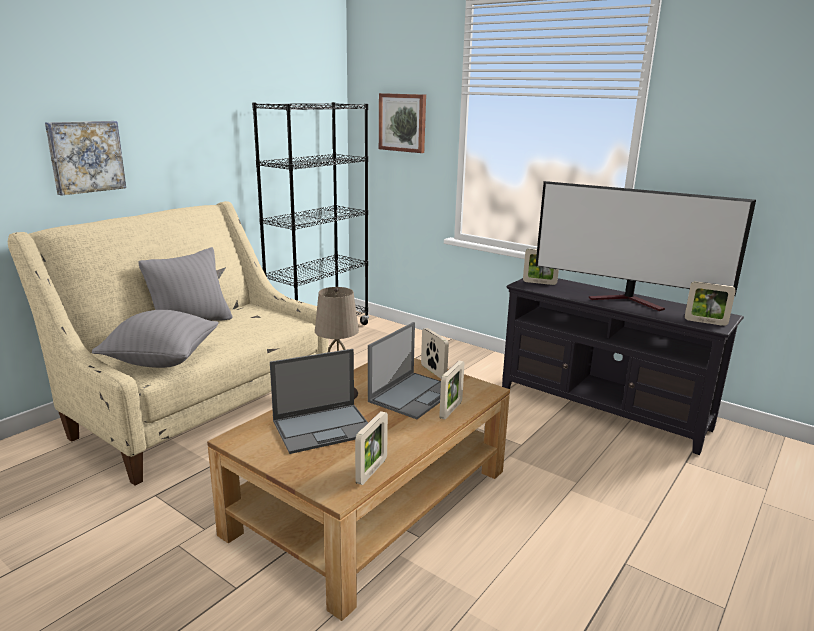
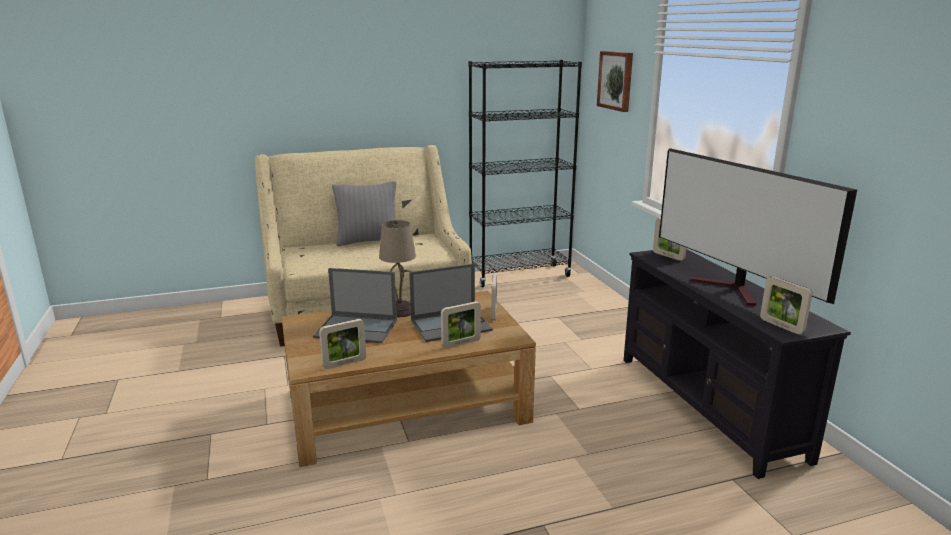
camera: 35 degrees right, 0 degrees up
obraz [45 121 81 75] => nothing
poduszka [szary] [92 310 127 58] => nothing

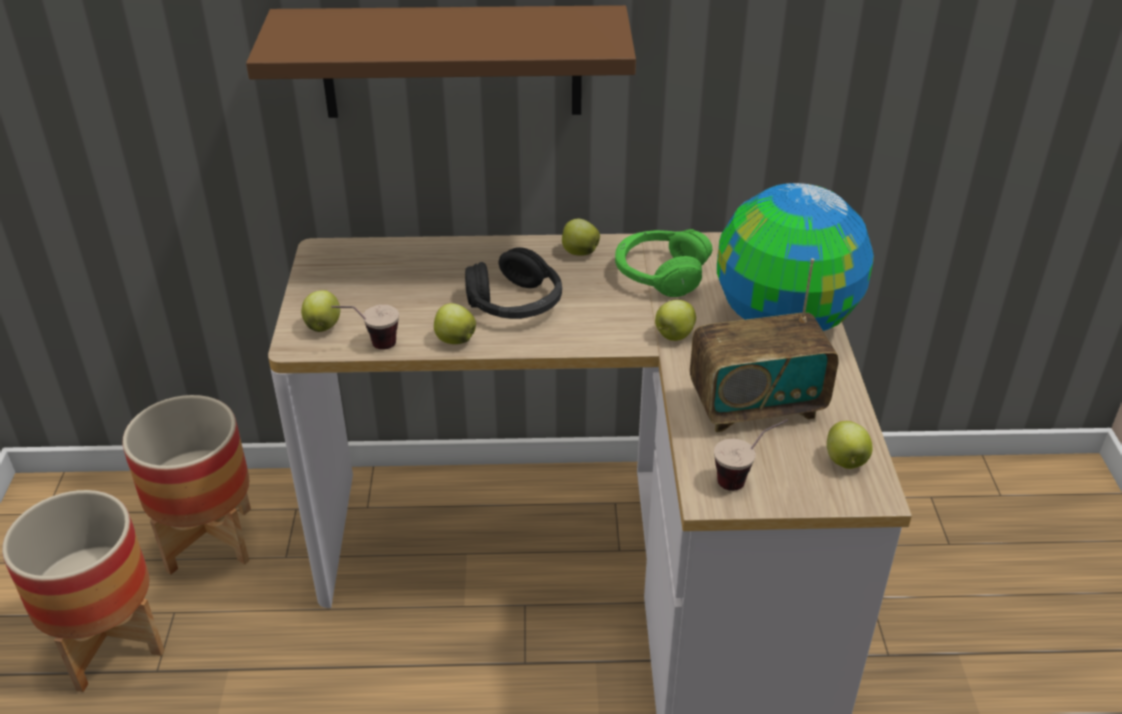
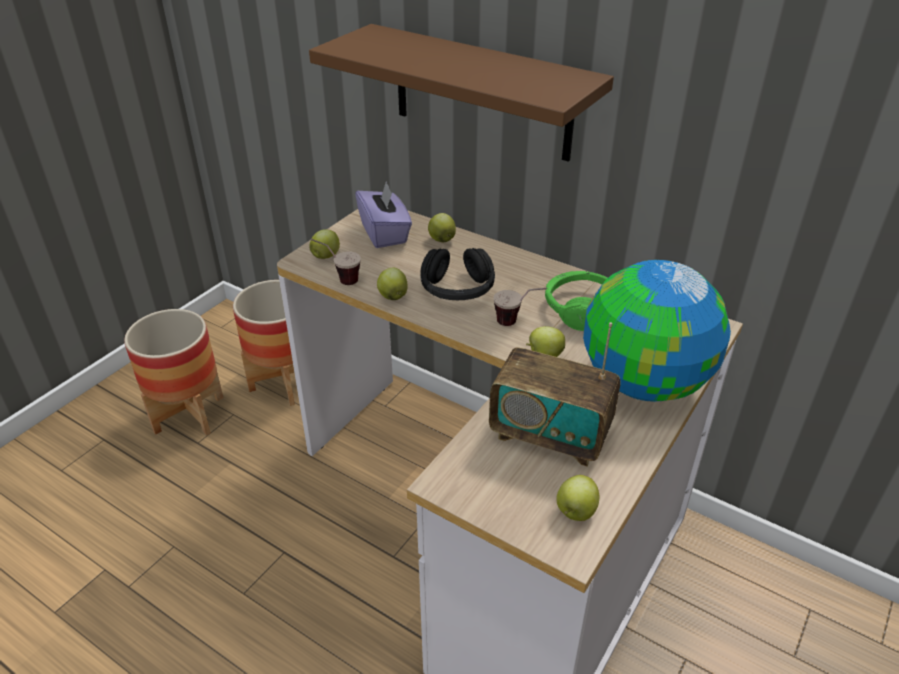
camera: 35 degrees right, 0 degrees up
jabłko [562 219 38 37] => jabłko [428 213 28 29], moved
filiżanka [714 419 74 72] => filiżanka [493 288 54 38], moved
nothing => pudełko chusteczek [fioletowy] [355 181 57 67]

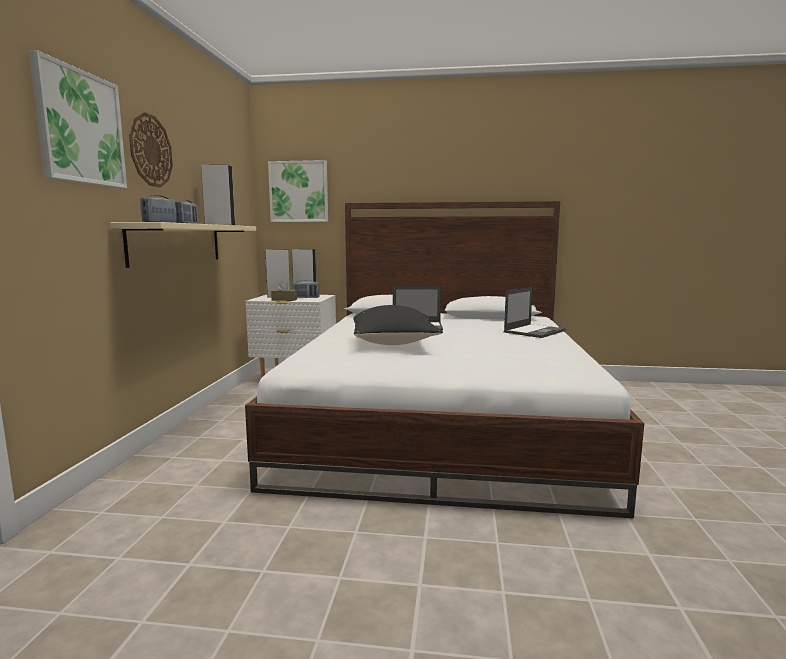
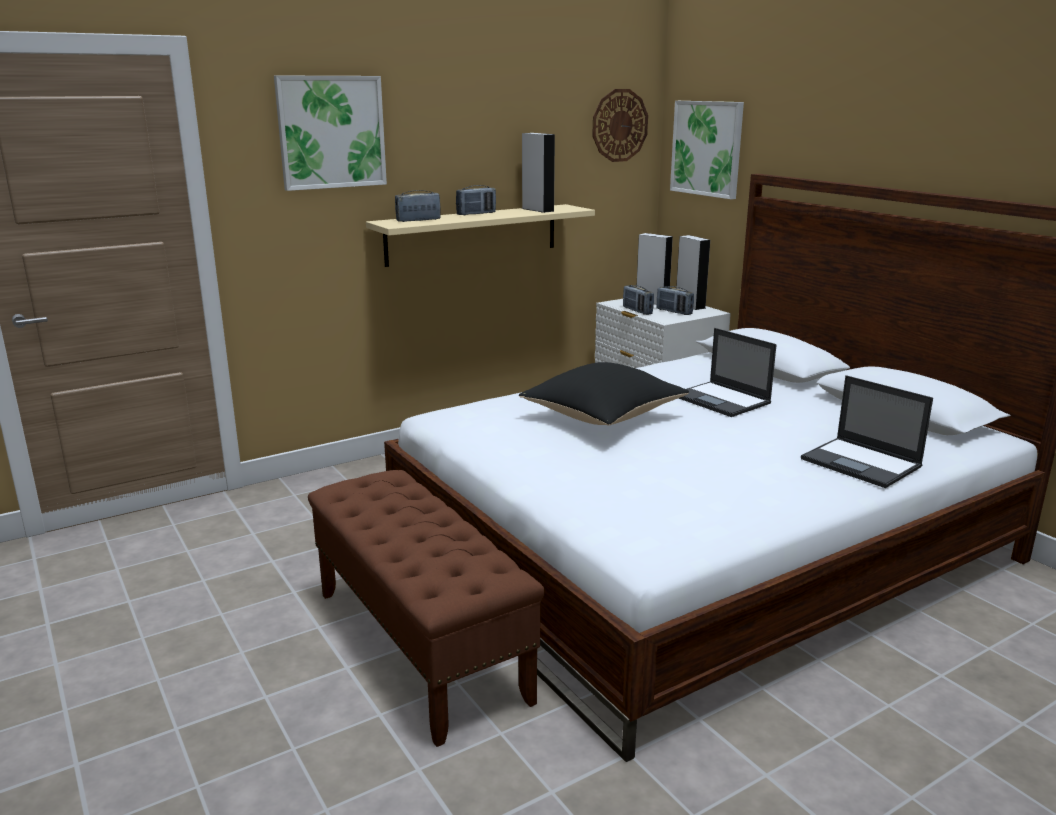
camera: 50 degrees right, 10 degrees up
zegar ścienny [129 112 44 75] => zegar ścienny [592 89 56 73], moved
pudełko chusteczek [brązowy] [271 281 26 20] => radio [623 285 31 30]
laptop [504 287 62 51] => laptop [801 375 132 113], 45 degrees clockwise
nothing => ławka [brązowy] [308 470 236 277]

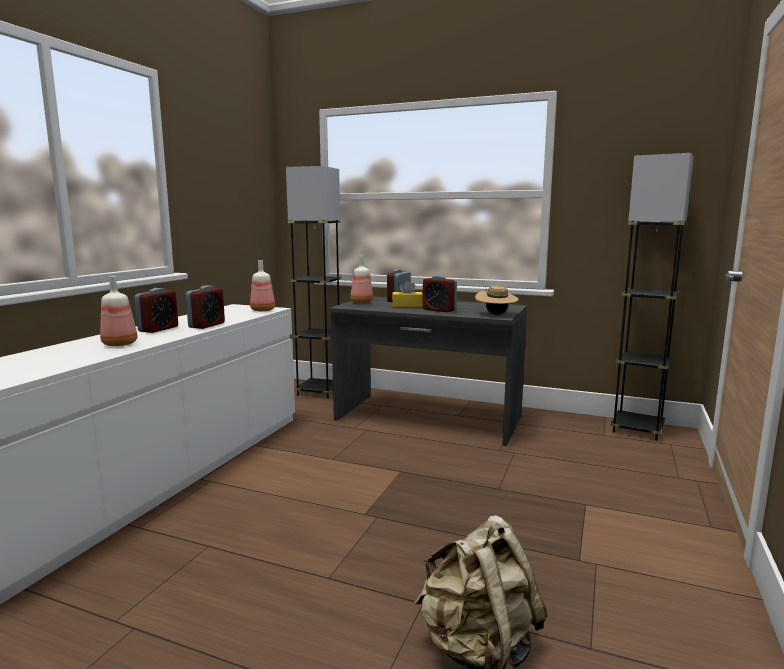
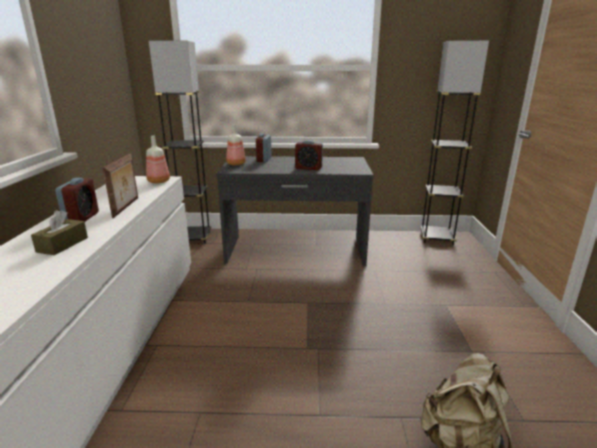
camera: 20 degrees left, 10 degrees up
butelka [100 276 37 70] => pudełko chusteczek [brązowy] [31 210 57 45]
pudełko chusteczek [żółty] [392 281 31 26] => nothing
budzik [186 285 39 44] => ramka na zdjęcie [103 154 35 64]
kapelusz [beżowy] [475 286 44 29] => nothing

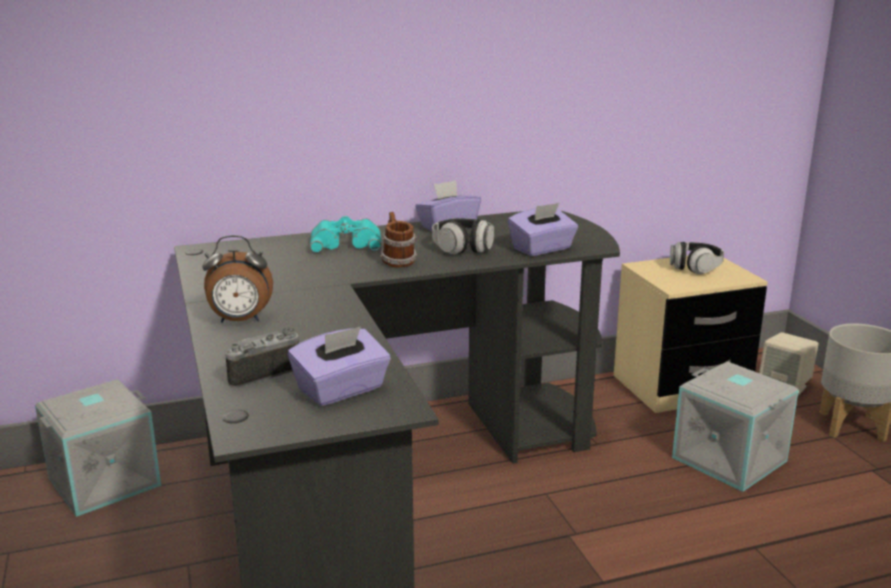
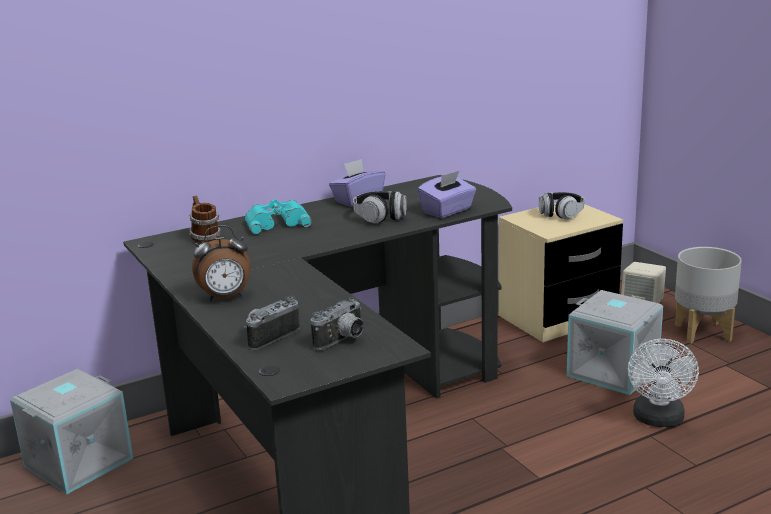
camera: 10 degrees left, 0 degrees up
kubek [380 212 37 56] => kubek [189 196 32 47], moved
pudełko chusteczek [fioletowy] [288 326 103 80] => aparat fotograficzny [311 297 53 53]
nothing => wentylator [biały] [628 339 71 88]

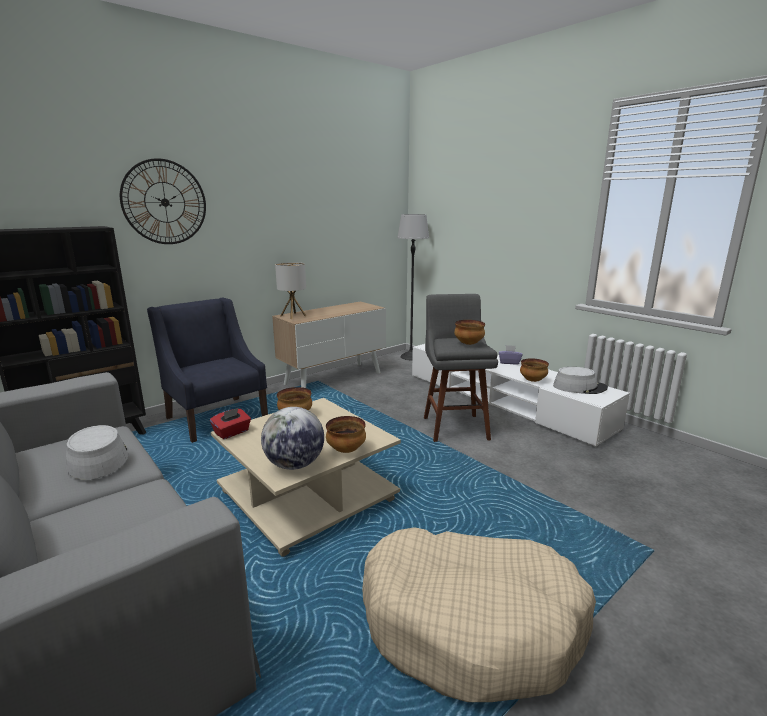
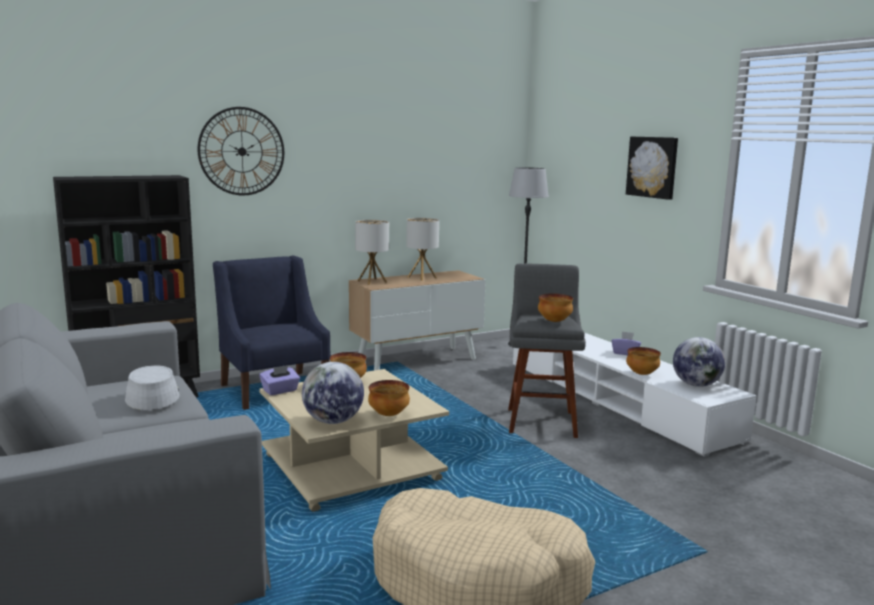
camera: 10 degrees right, 5 degrees down
kapelusz [szary] [553 367 55 27] => globus [673 337 52 50]
pudełko chusteczek [czerwony] [210 408 41 31] => pudełko chusteczek [fioletowy] [259 365 41 30]
nothing => obraz [626 137 52 63]
nothing => lampa stołowa [406 218 33 63]

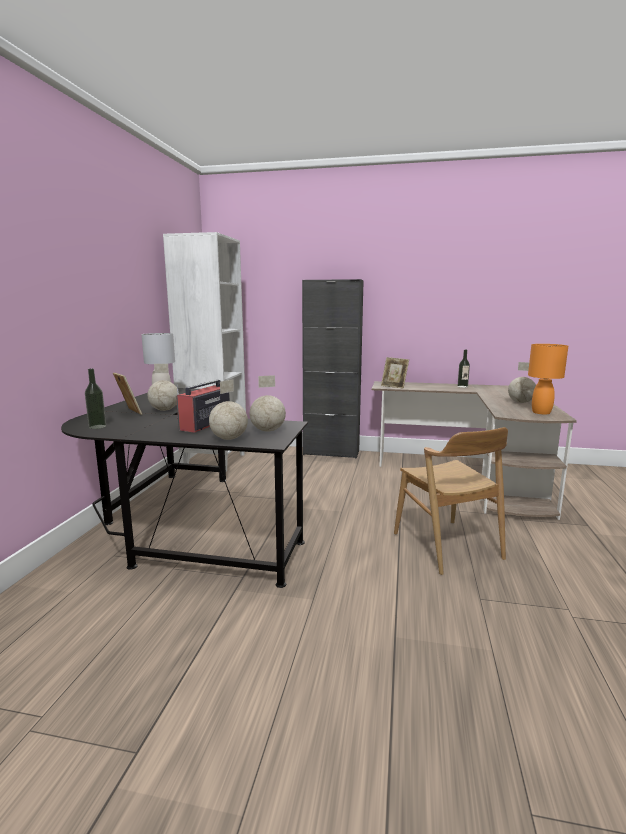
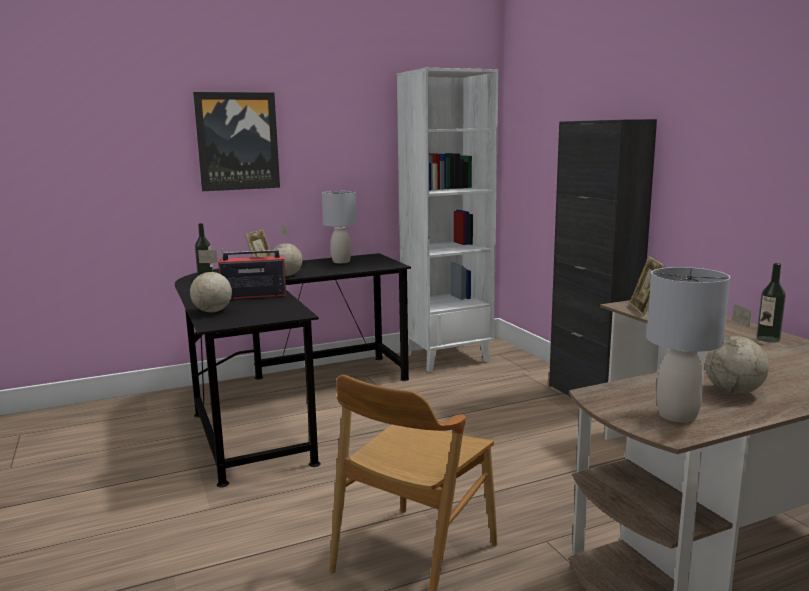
camera: 55 degrees right, 0 degrees up
lampa stołowa [pomarańczowy] [528 344 40 71] => lampa stołowa [szary] [646 267 84 156]
globus [249 375 37 57] => nothing
nothing => obraz [193 92 87 99]

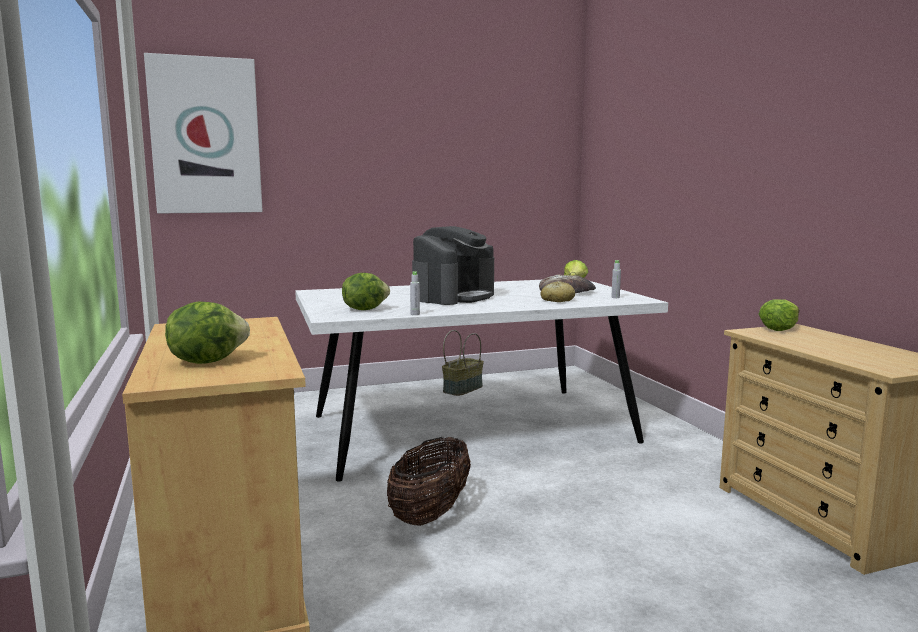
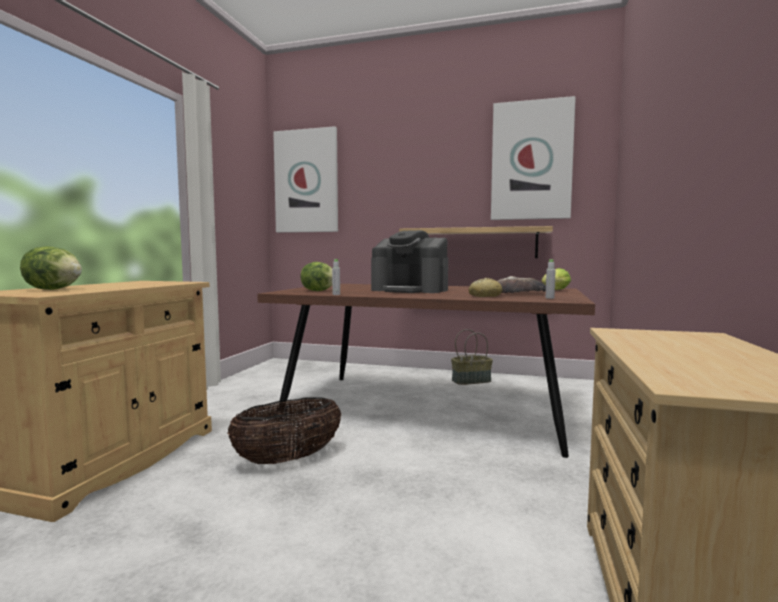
camera: 35 degrees right, 5 degrees down
ekspres do kawy [412 226 82 79] => ekspres do kawy [371 230 77 63], 45 degrees clockwise
stół jadalny [biały] [295 280 373 202] => stół jadalny [brązowy] [257 284 338 174]
sałata [759 299 40 32] => nothing
nothing => obraz [491 96 85 124]
nothing => półka [399 226 154 32]

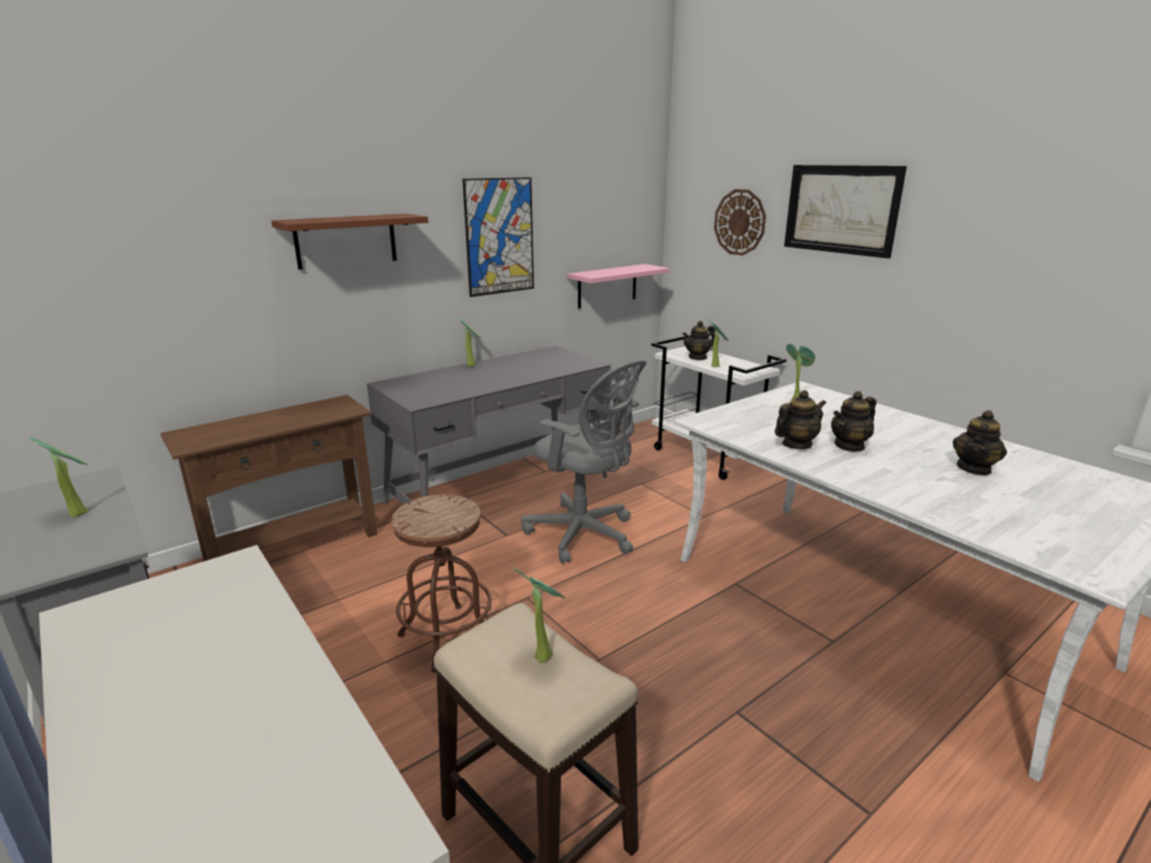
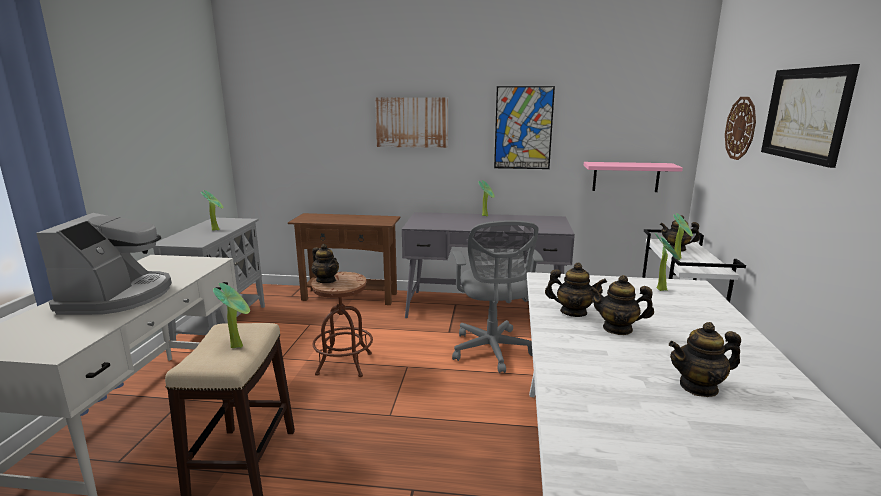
camera: 45 degrees right, 5 degrees down
półka [brązowy] [271 214 157 56] => obraz [375 97 73 51]
nothing => ekspres do kawy [36 213 136 102]
nothing => imbryk [312 244 27 39]

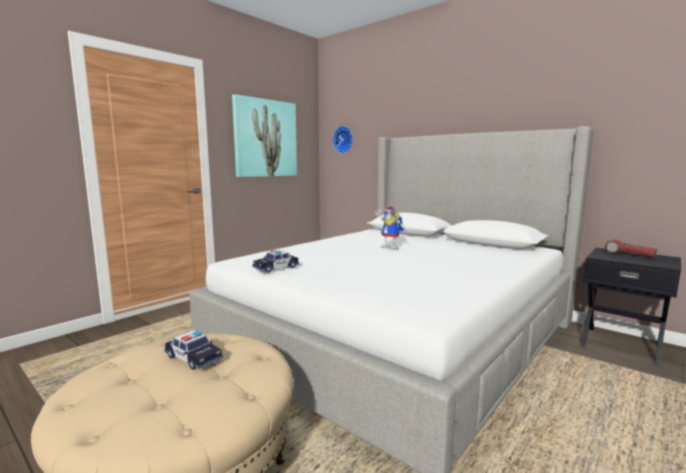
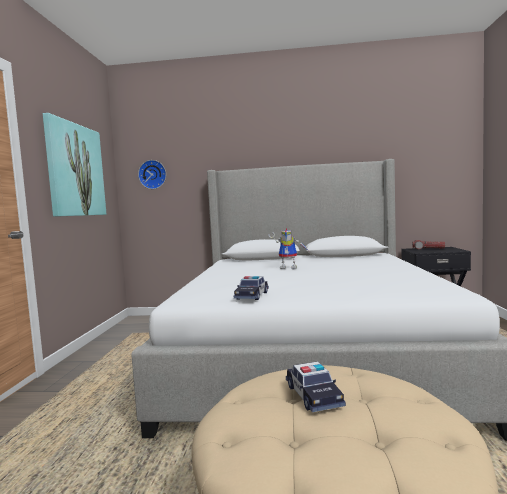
camera: 35 degrees left, 5 degrees down
samochodzik [164 330 59 40] => samochodzik [286 361 60 51], 75 degrees clockwise

